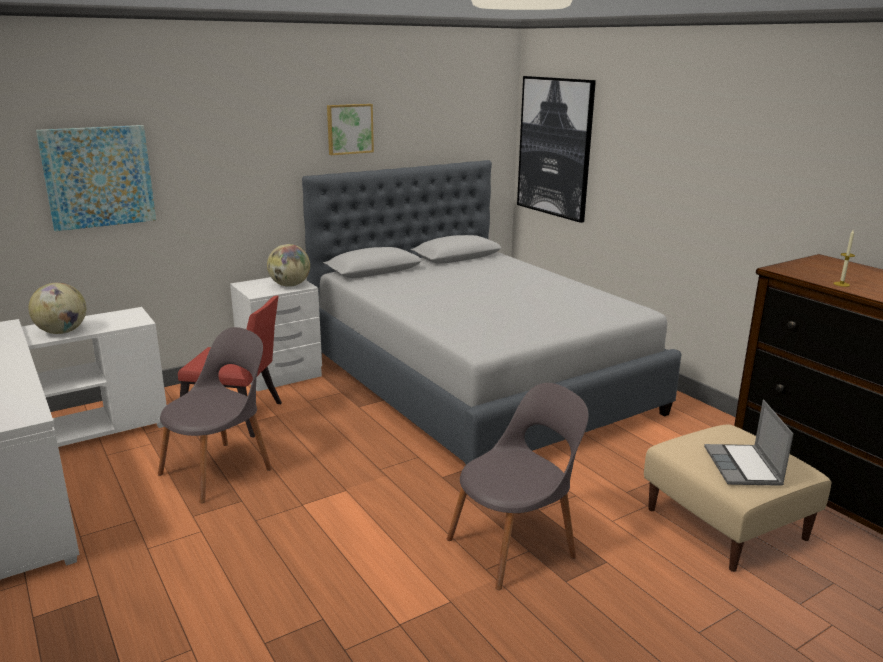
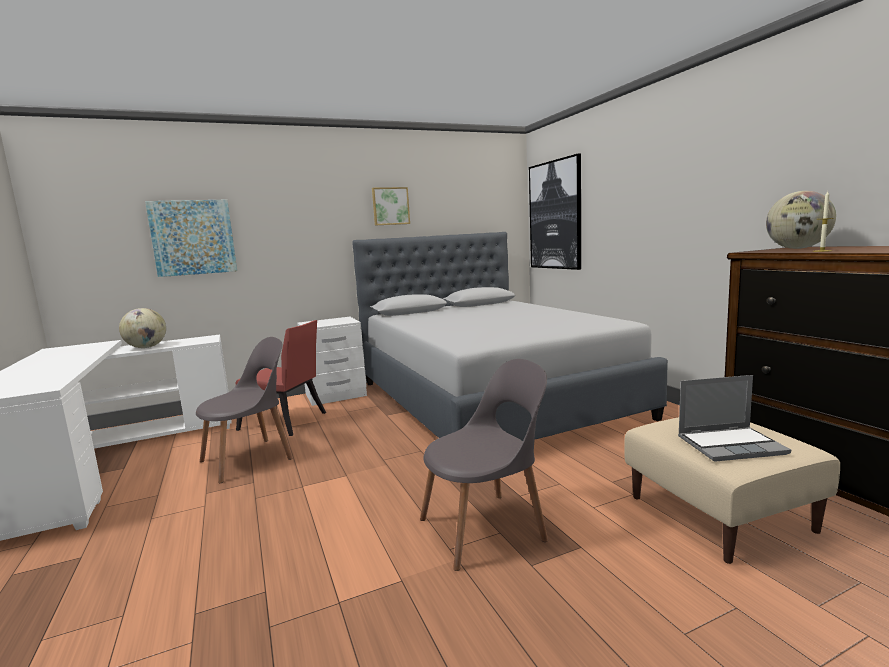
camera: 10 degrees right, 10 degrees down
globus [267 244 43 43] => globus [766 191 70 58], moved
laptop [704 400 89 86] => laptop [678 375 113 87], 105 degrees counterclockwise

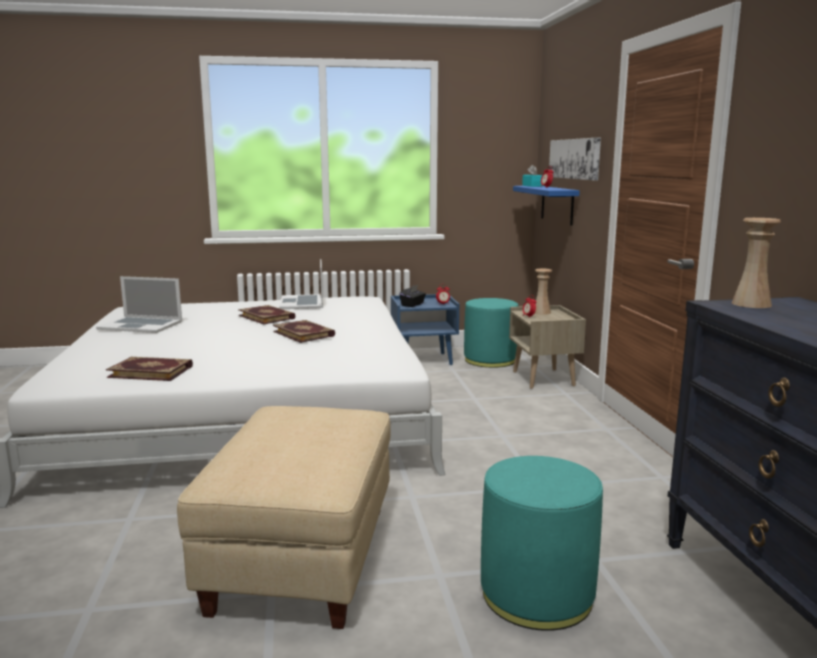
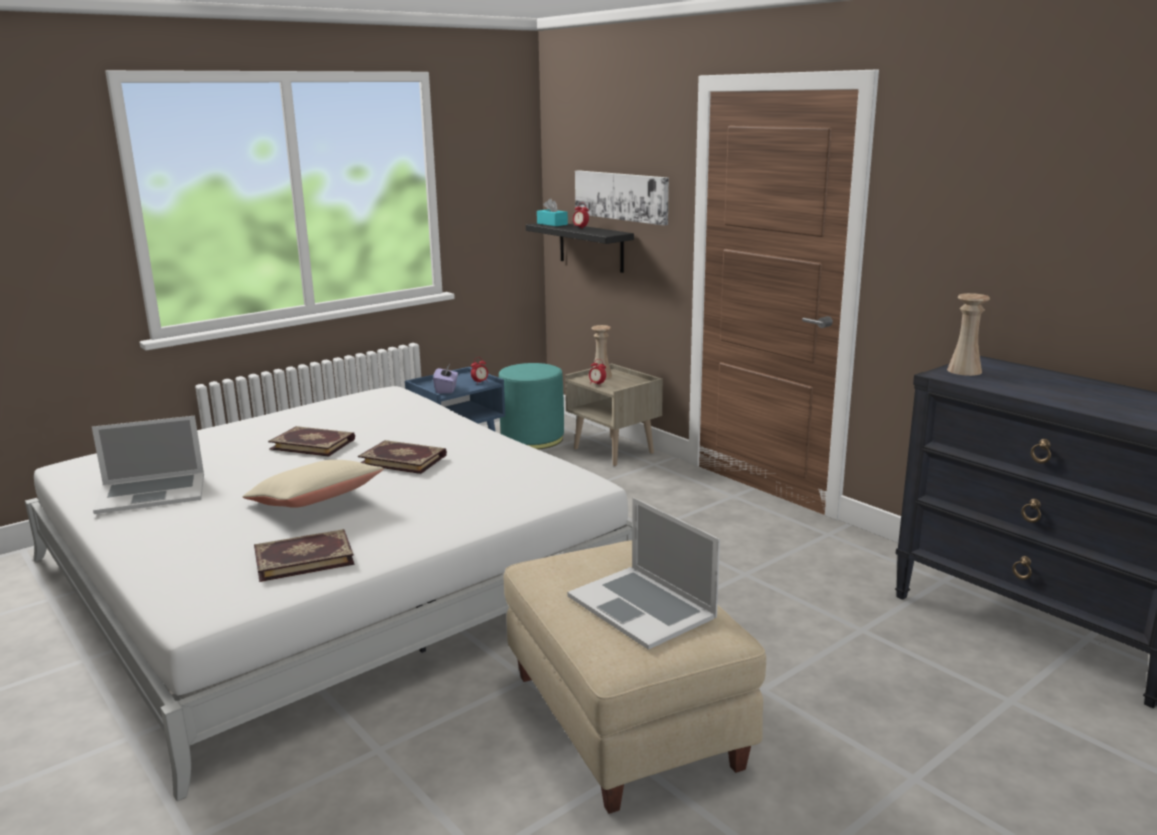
camera: 30 degrees left, 5 degrees up
półka [niebieski] [513 186 67 40] => półka [czarny] [526 223 108 50]
laptop [279 259 44 50] => laptop [567 498 153 152], moved
pudełko chusteczek [czarny] [399 285 27 22] => pudełko chusteczek [fioletowy] [433 364 25 29]
pufa [turkusowy] [481 456 122 175] => nothing
nothing => poduszka [beżowy] [243 460 141 48]

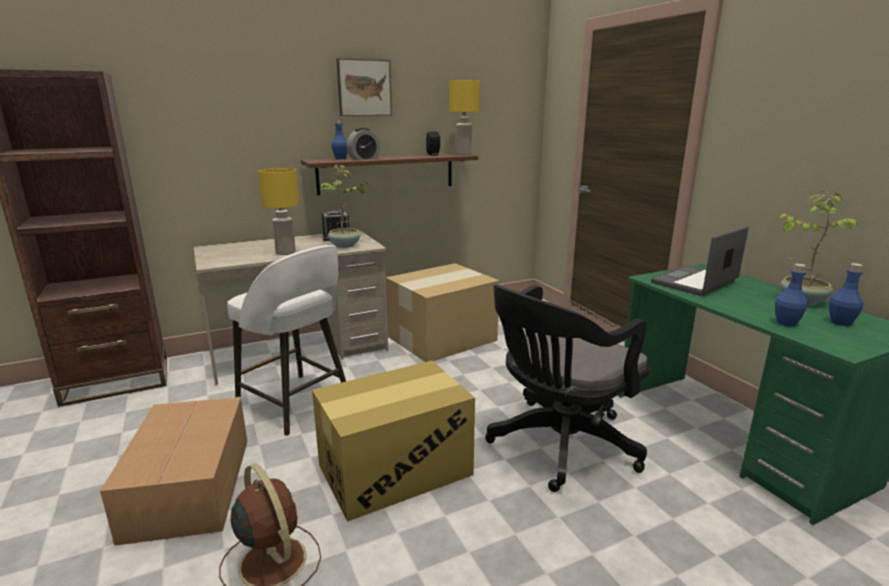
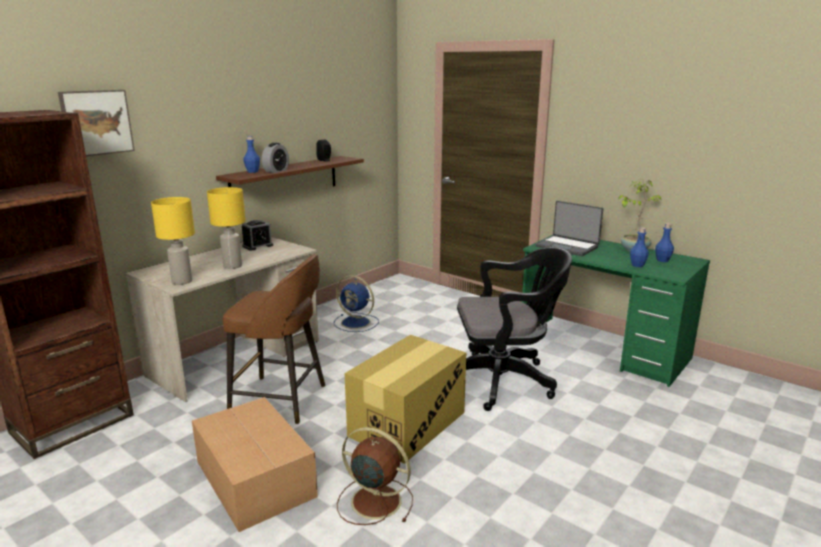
camera: 25 degrees left, 0 degrees up
obraz [336 58 56 58] => obraz [58 90 77 66], moved
lampa stołowa [żółty] [449 80 31 76] => lampa stołowa [żółty] [151 197 44 88], moved
roślina doniczkowa [320 165 48 83] => nothing
laptop [651 226 98 70] => laptop [535 201 68 55], 75 degrees counterclockwise
stołek [biały] [227 245 119 191] => stołek [brązowy] [223 254 102 170]
karton [386 263 114 99] => wentylator [niebieski] [334 275 45 57]
krzesło biurowe [czarny] [485 285 165 207] => krzesło biurowe [czarny] [457 247 115 164], 120 degrees counterclockwise

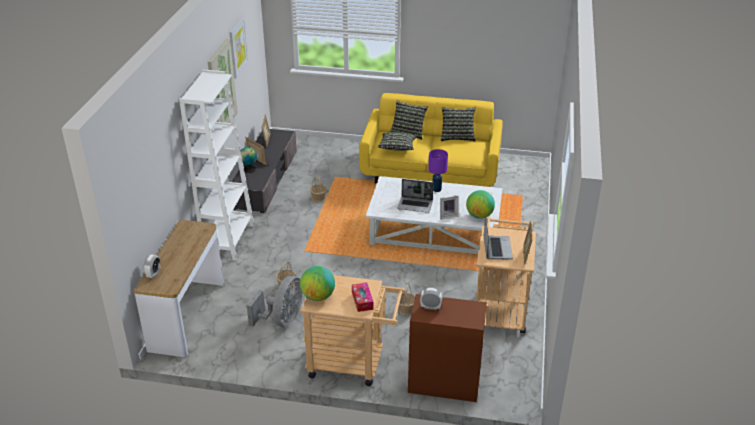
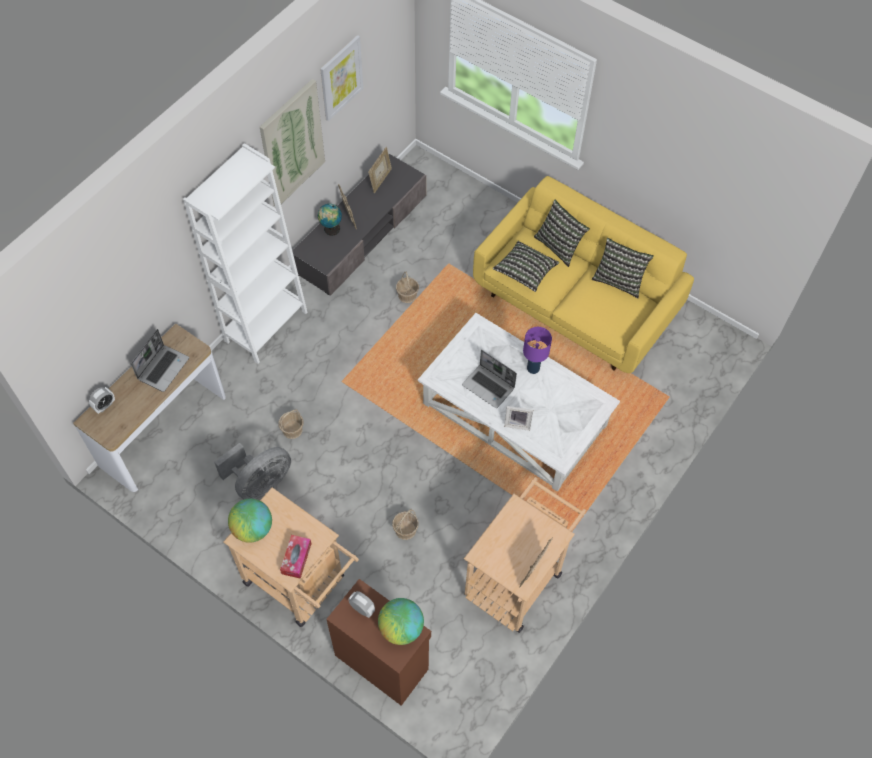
camera: 25 degrees right, 25 degrees up
globus [466 190 29 29] => globus [378 598 46 47], moved
laptop [484 217 29 42] => laptop [131 329 58 63], moved

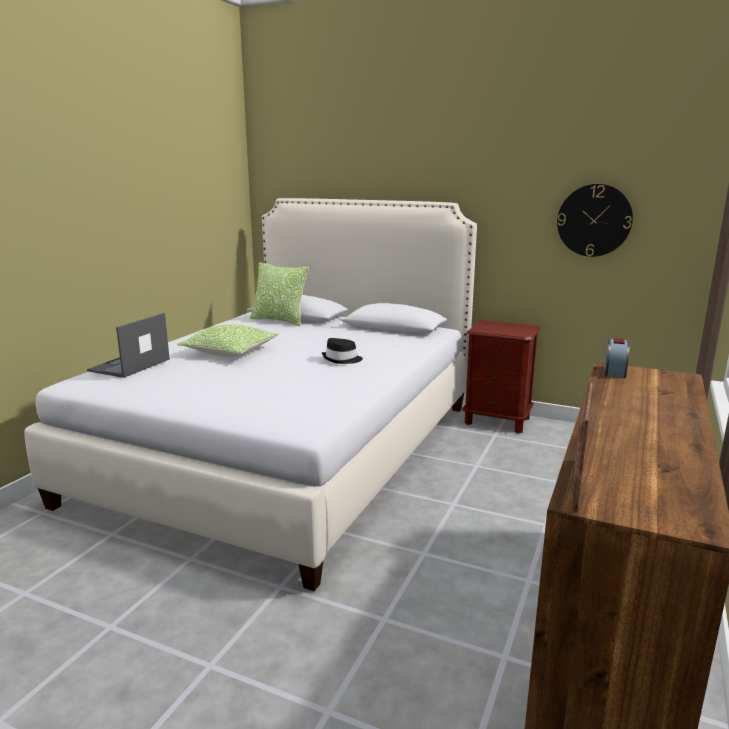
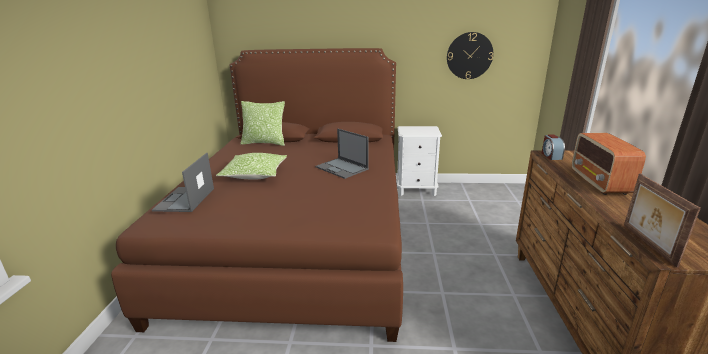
camera: 20 degrees left, 5 degrees up
łóżko [biały] [24 198 453 393] => łóżko [brązowy] [111 48 292 294]
szafka nocna [brązowy] [463 320 77 113] => szafka nocna [biały] [396 126 46 70]
kapelusz [czarny] [322 338 41 26] => laptop [315 129 54 50]
nothing => radio [572 133 74 62]

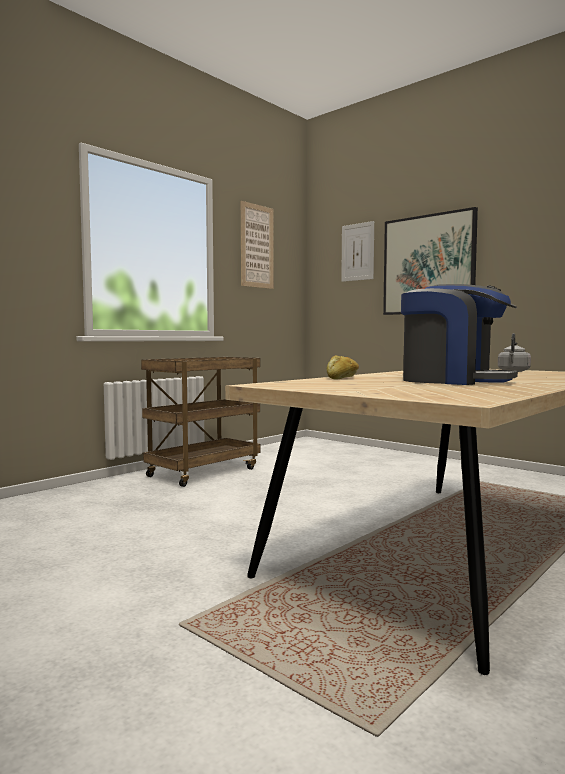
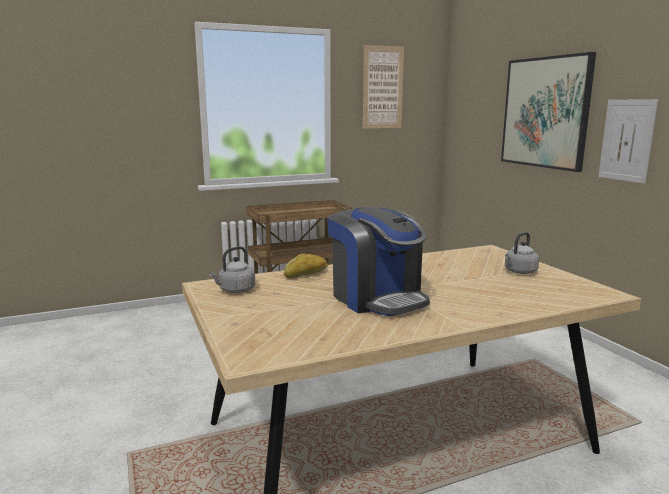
camera: 25 degrees right, 10 degrees up
obraz [341 221 33 61] => obraz [598 99 60 85], moved
nothing => czajnik [szary] [209 246 46 47]

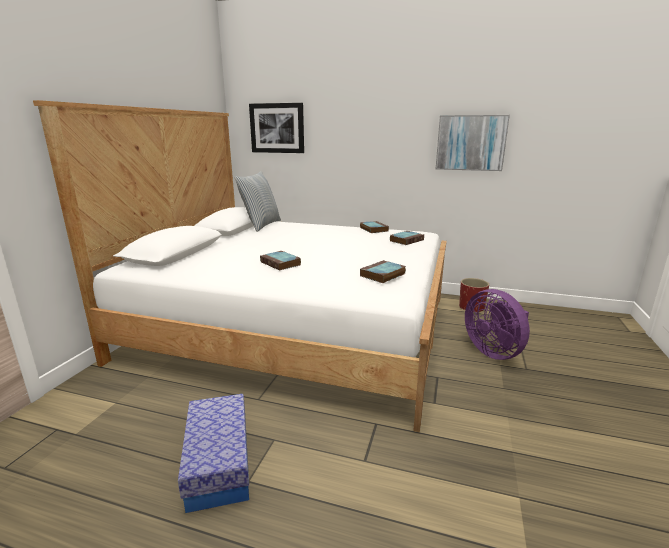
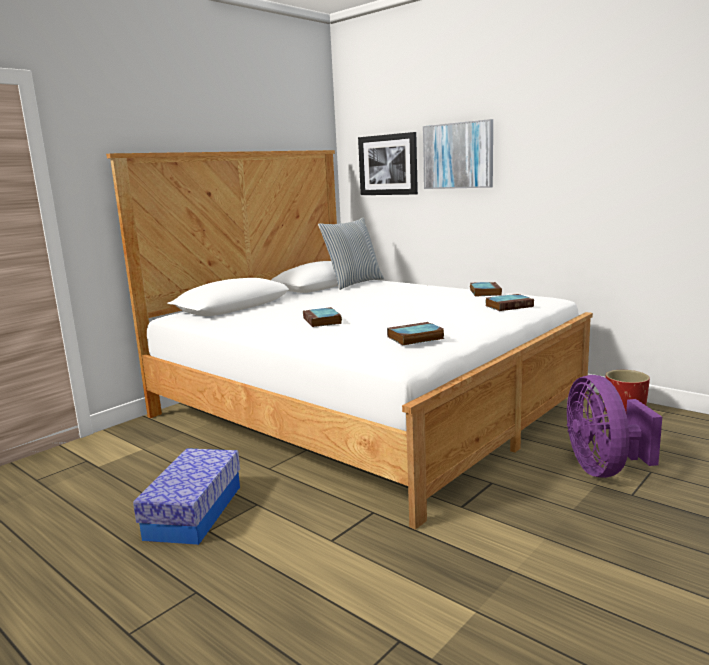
camera: 25 degrees right, 5 degrees down
obraz [436 115 74 56] => obraz [423 119 70 70], moved

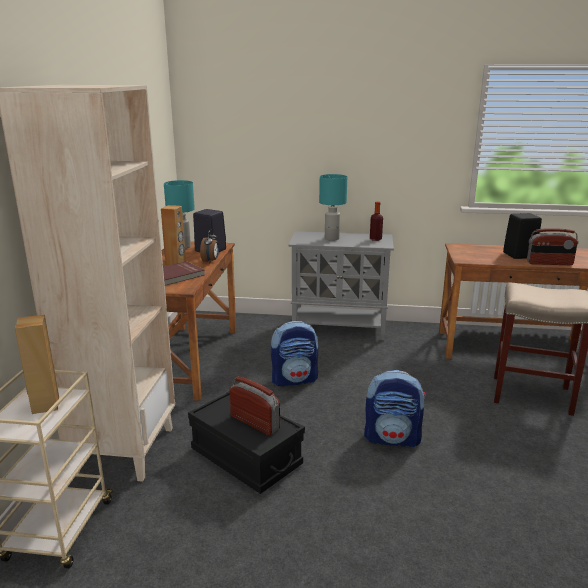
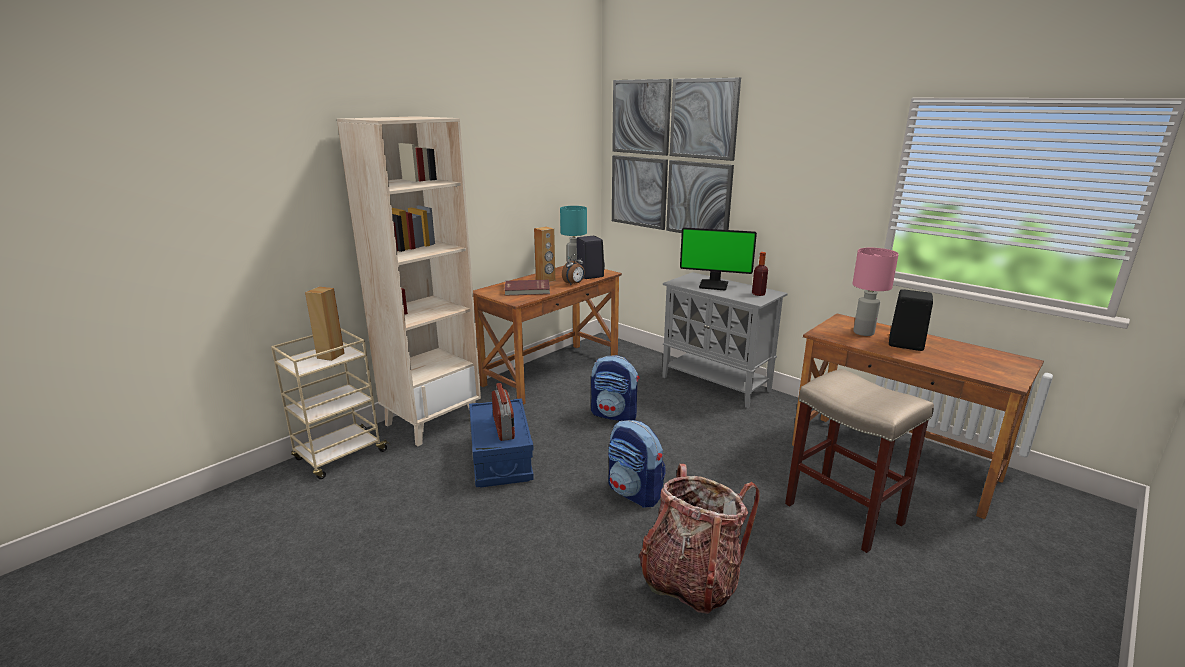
camera: 35 degrees right, 0 degrees up
lampa stołowa [turkusowy] [319 174 28 67] => monitor [680 228 77 63]
radio [527 228 51 37] => nothing
pojemnik do przechowywania [czarny] [188 391 117 103] => pojemnik do przechowywania [niebieski] [469 398 65 90]
nothing => obraz [612 78 129 155]
nothing => lampa stołowa [różowy] [852 248 47 88]
nothing => plecak [639 464 121 150]

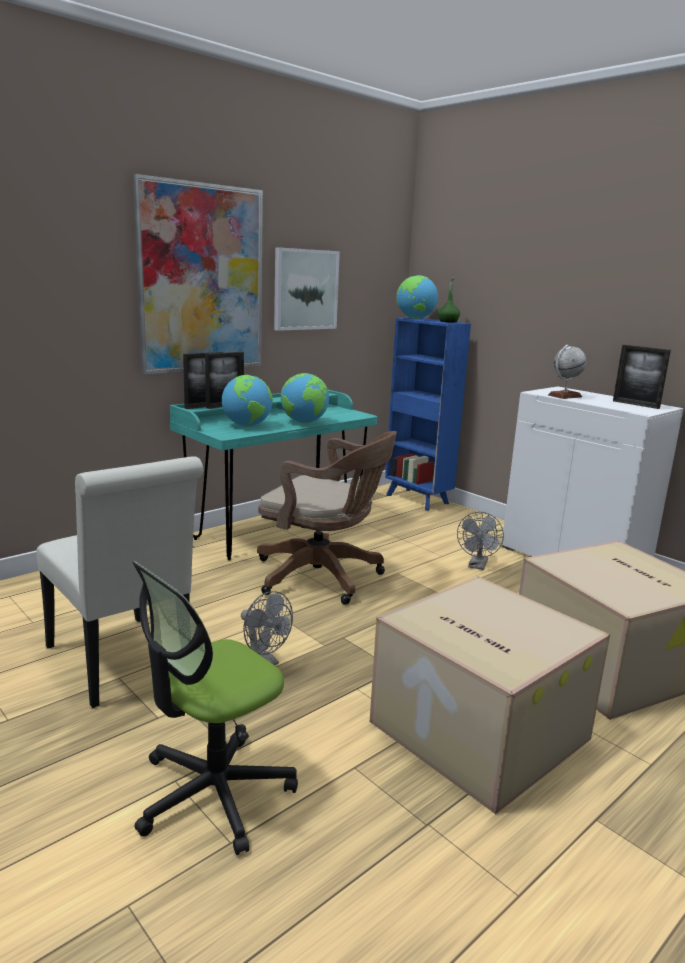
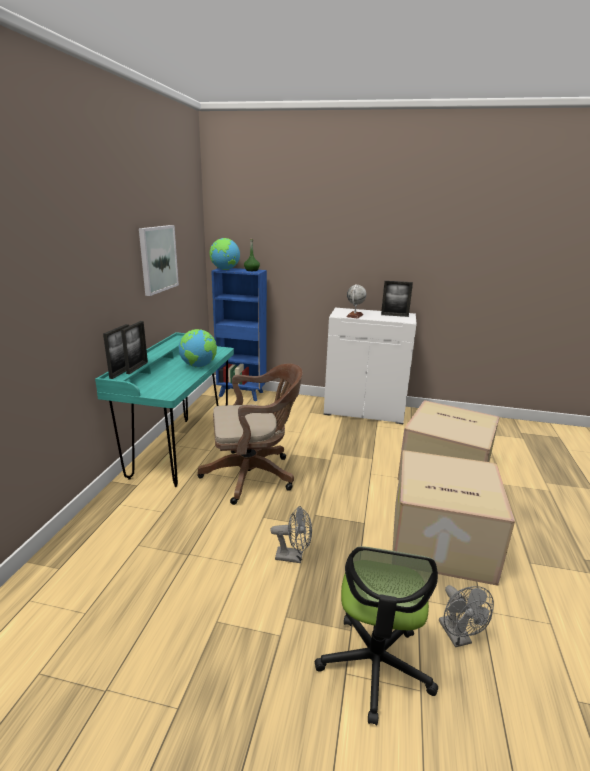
camera: 35 degrees left, 5 degrees up
obraz [132 174 131 200] => nothing
globus [222 375 51 52] => nothing
krzesło [biały] [36 457 167 251] => nothing
wentylator [szary] [457 512 47 58] => wentylator [szary] [439 585 55 62], moved

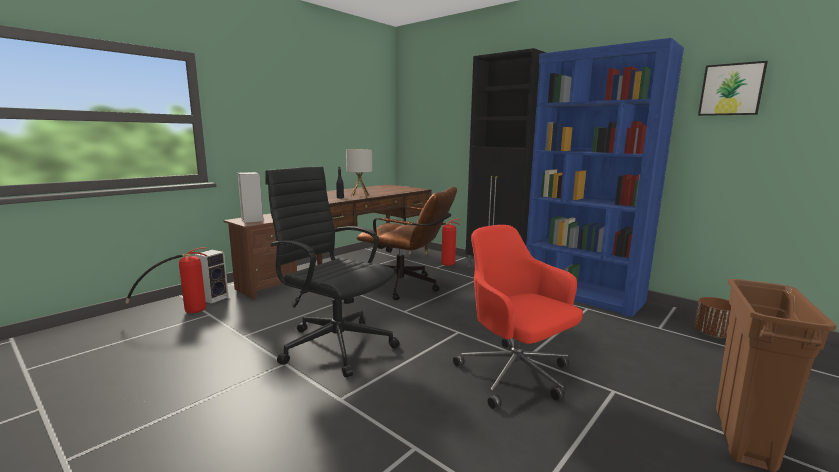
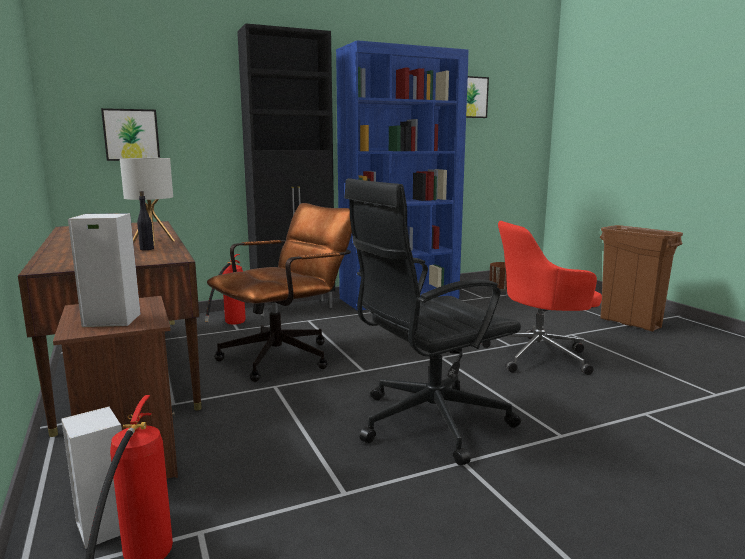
camera: 65 degrees left, 0 degrees up
nothing => obraz [101 108 59 53]

